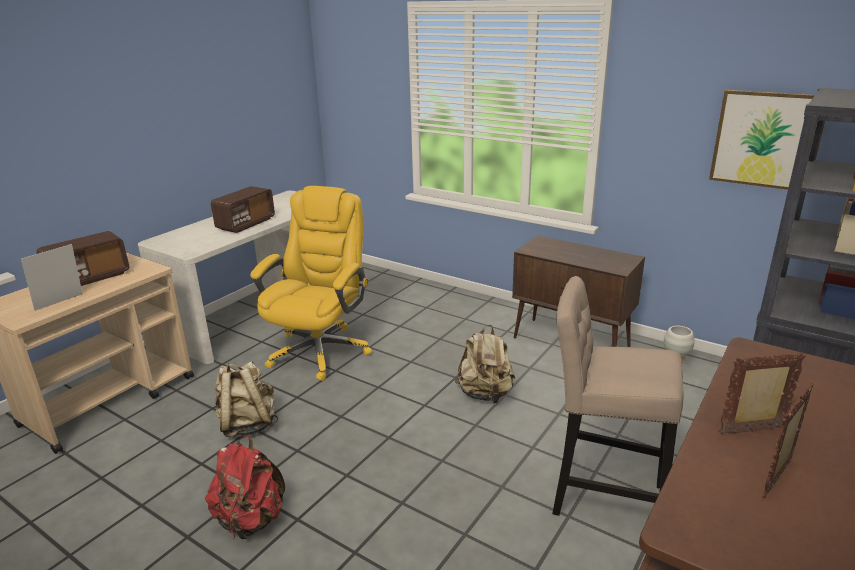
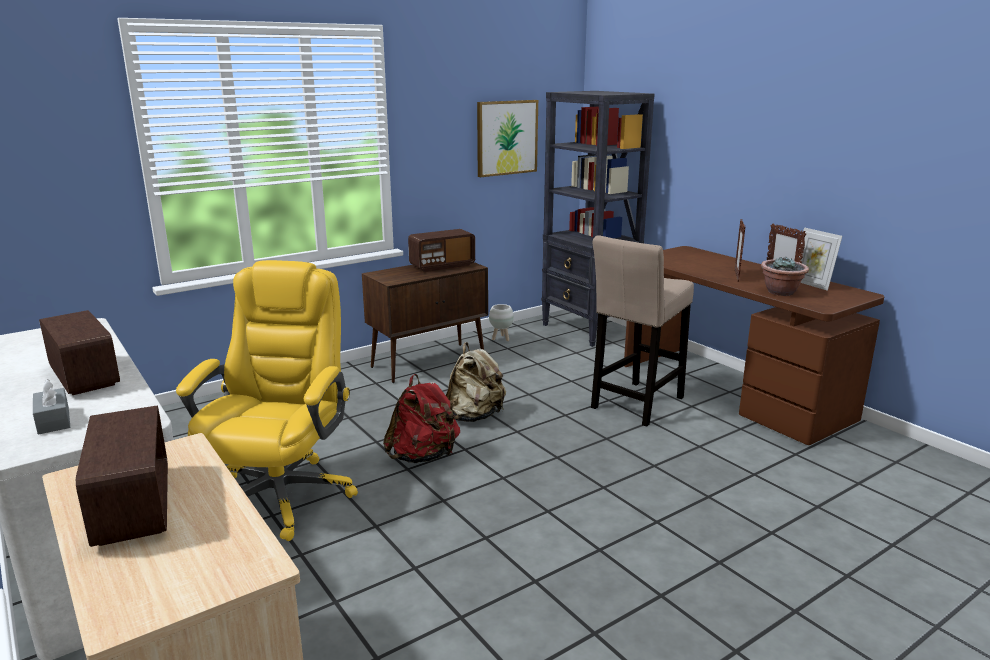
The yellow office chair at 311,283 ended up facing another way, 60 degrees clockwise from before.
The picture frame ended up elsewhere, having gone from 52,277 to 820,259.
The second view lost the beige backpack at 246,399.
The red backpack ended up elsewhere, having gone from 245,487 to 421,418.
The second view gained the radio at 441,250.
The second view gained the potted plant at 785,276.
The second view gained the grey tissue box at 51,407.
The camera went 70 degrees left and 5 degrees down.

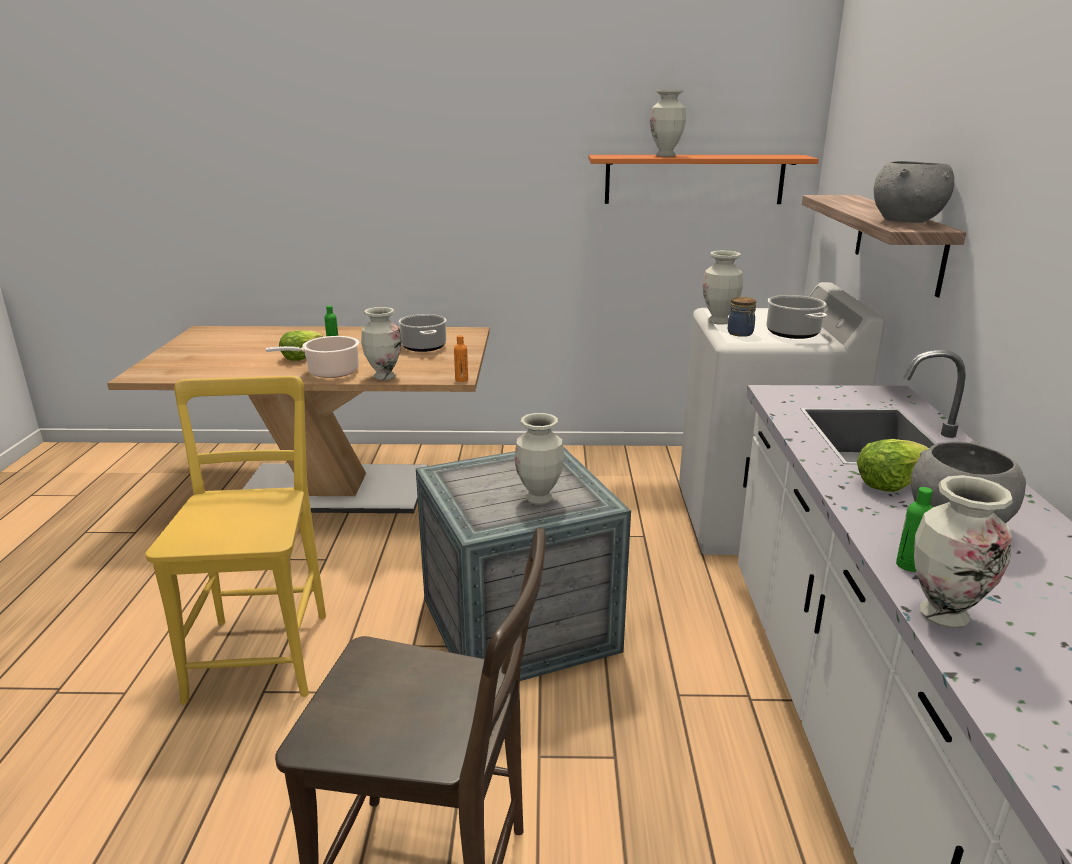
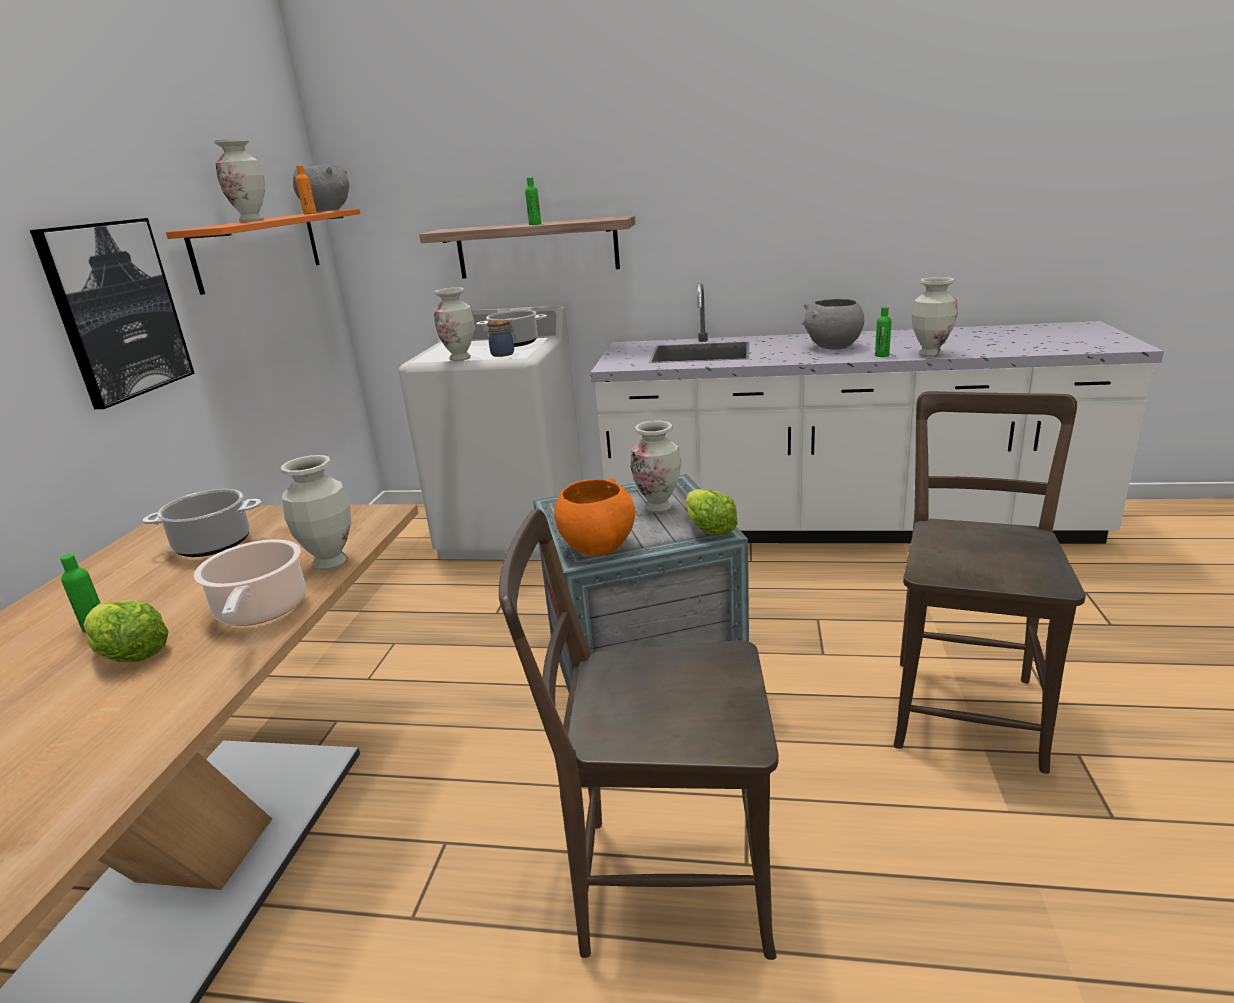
The grey bowl ended up elsewhere, having gone from 914,192 to 321,188.
The orange bottle ended up elsewhere, having gone from 461,358 to 306,189.
What was the yellow chair at 235,540 turned into the brown chair at 638,734.
The lettuce ended up elsewhere, having gone from 893,465 to 712,512.
The second view gained the green bottle at 533,201.
The second view gained the picture at 112,313.
The second view gained the orange bowl at 594,517.
The camera went 80 degrees left and 0 degrees up.

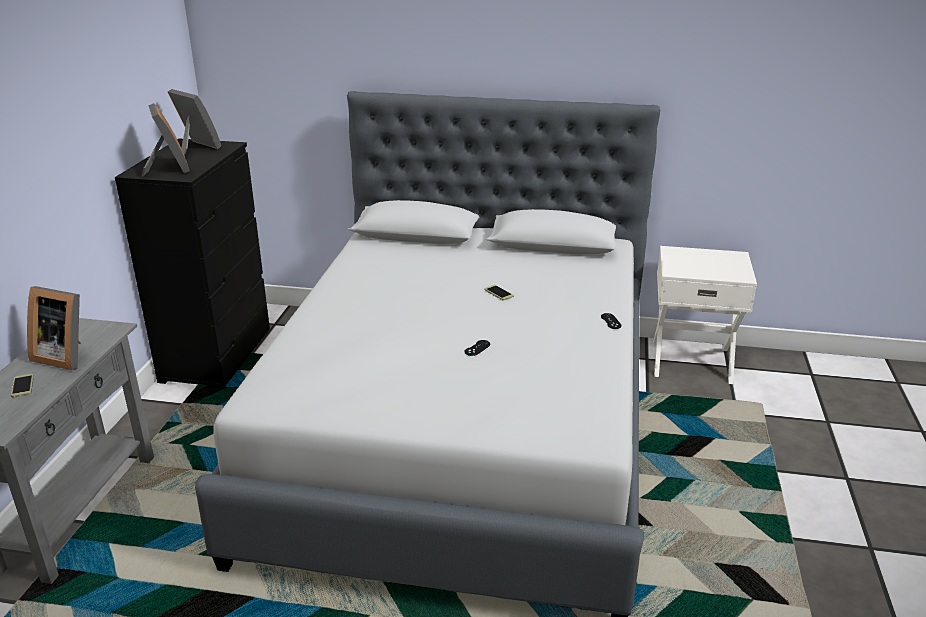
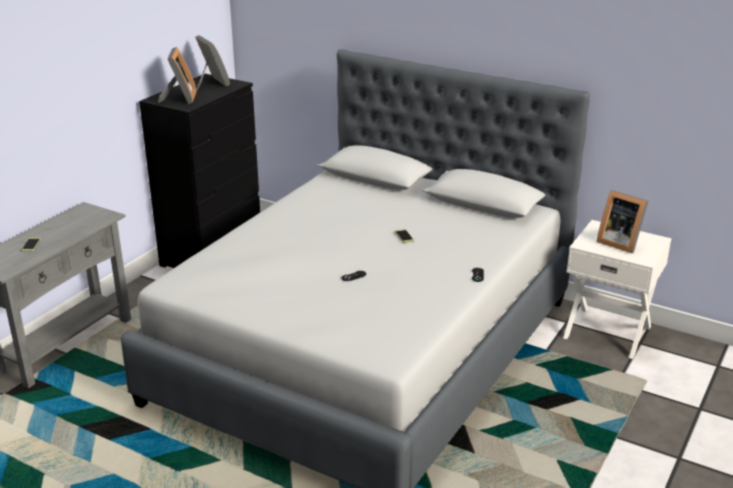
The picture frame ended up elsewhere, having gone from 54,328 to 622,221.
The camera went 20 degrees right and 0 degrees up.

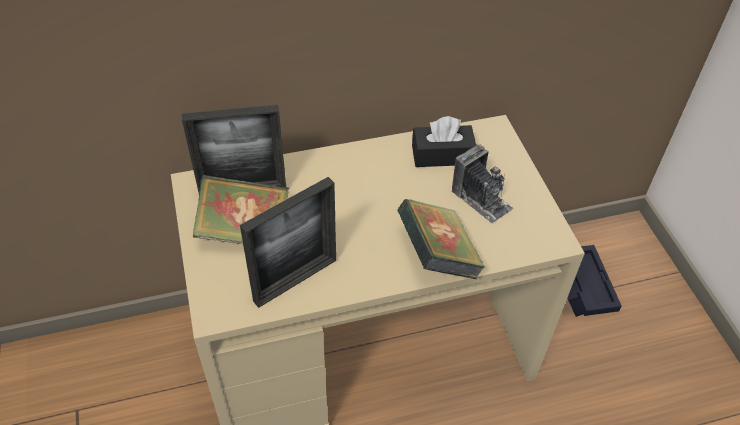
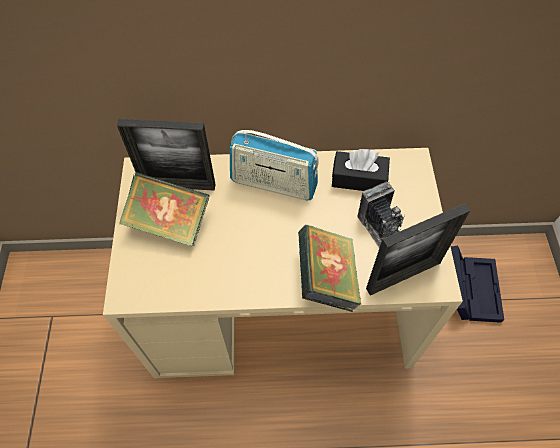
The picture frame ended up elsewhere, having gone from 288,242 to 418,249.
The second view gained the radio at 274,165.
The camera went 15 degrees right and 10 degrees up.

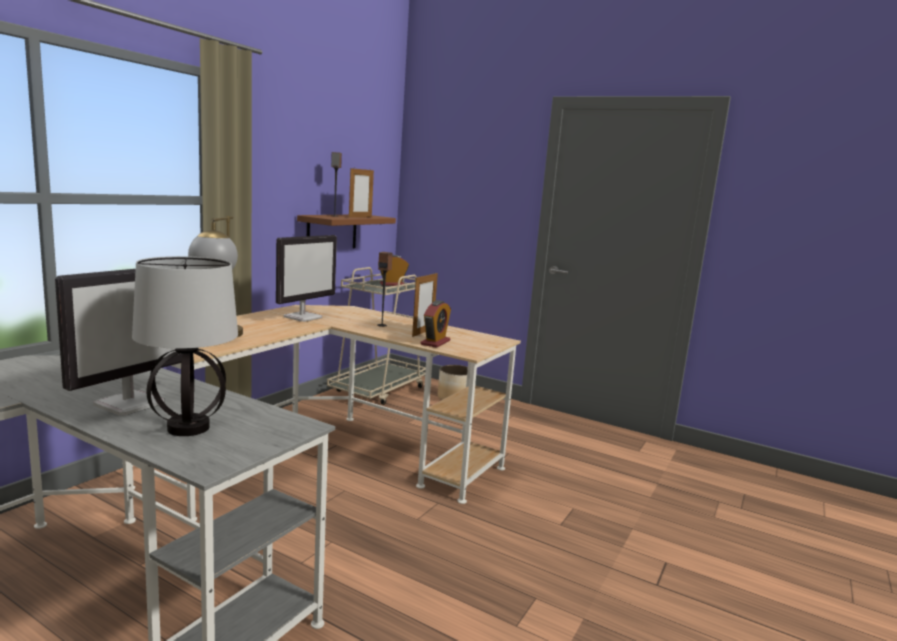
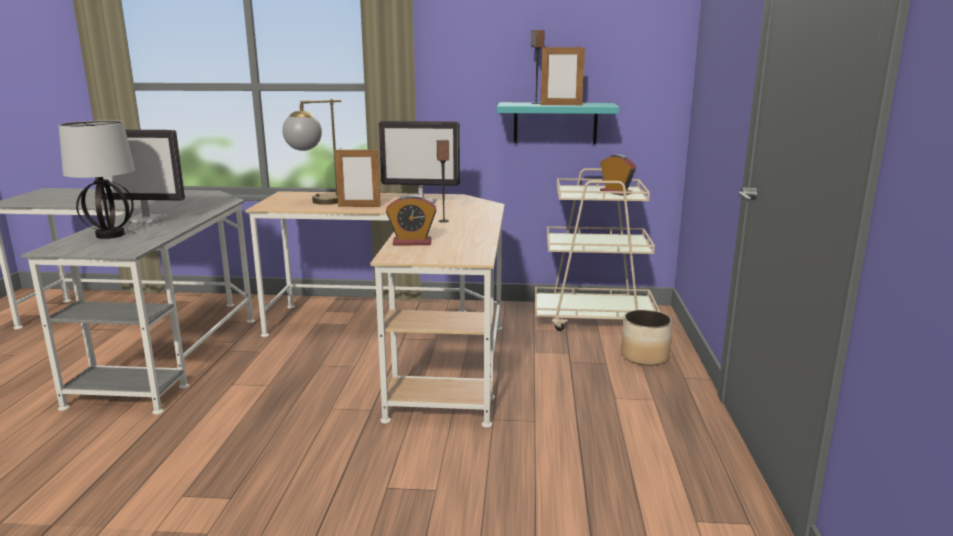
What was the brown shelf at 346,231 turned into the turquoise shelf at 558,123.
The picture frame ended up elsewhere, having gone from 425,304 to 357,177.
The camera went 65 degrees right and 5 degrees up.

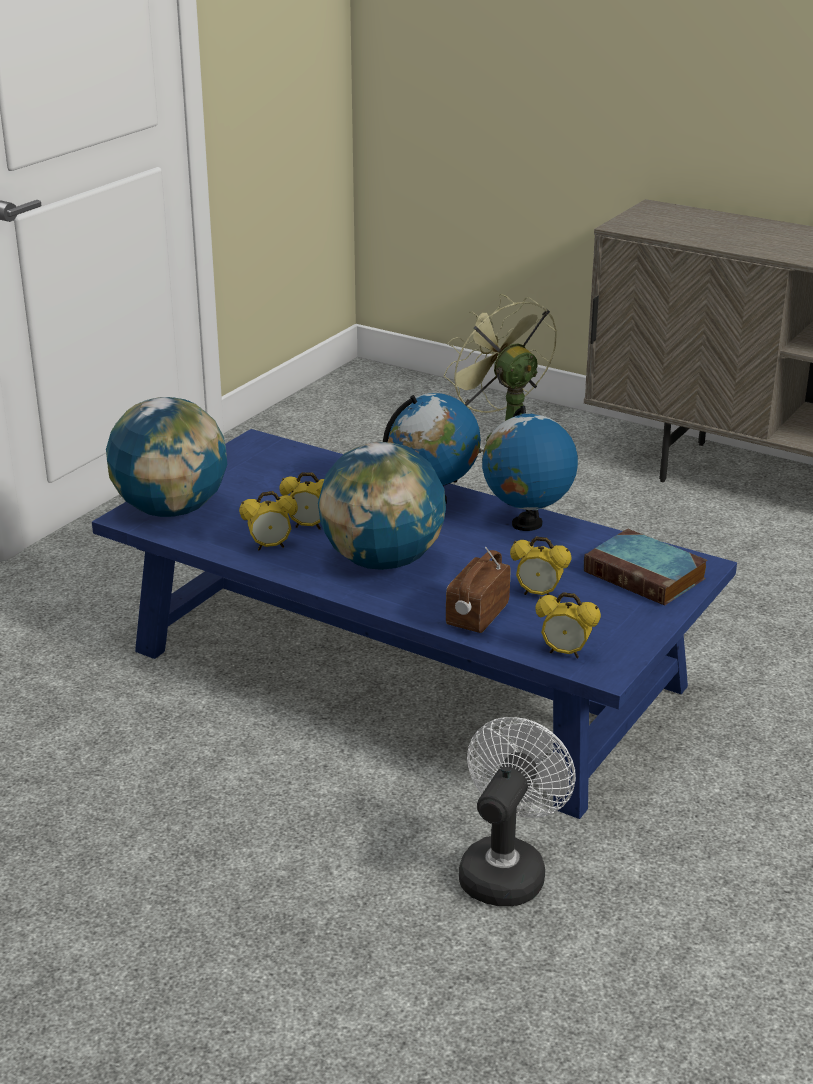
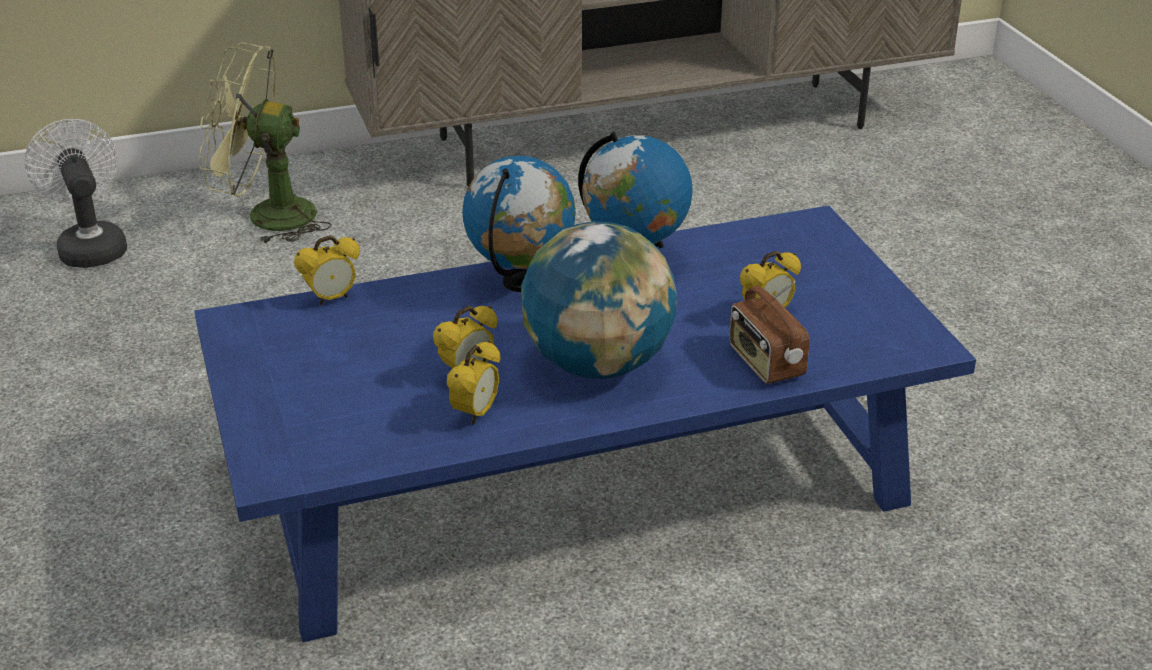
The second view lost the globe at 166,457.
The second view lost the book at 646,567.
The alarm clock ended up elsewhere, having gone from 568,625 to 327,270.
The white fan ended up elsewhere, having gone from 517,811 to 76,193.
The camera went 50 degrees left and 5 degrees up.

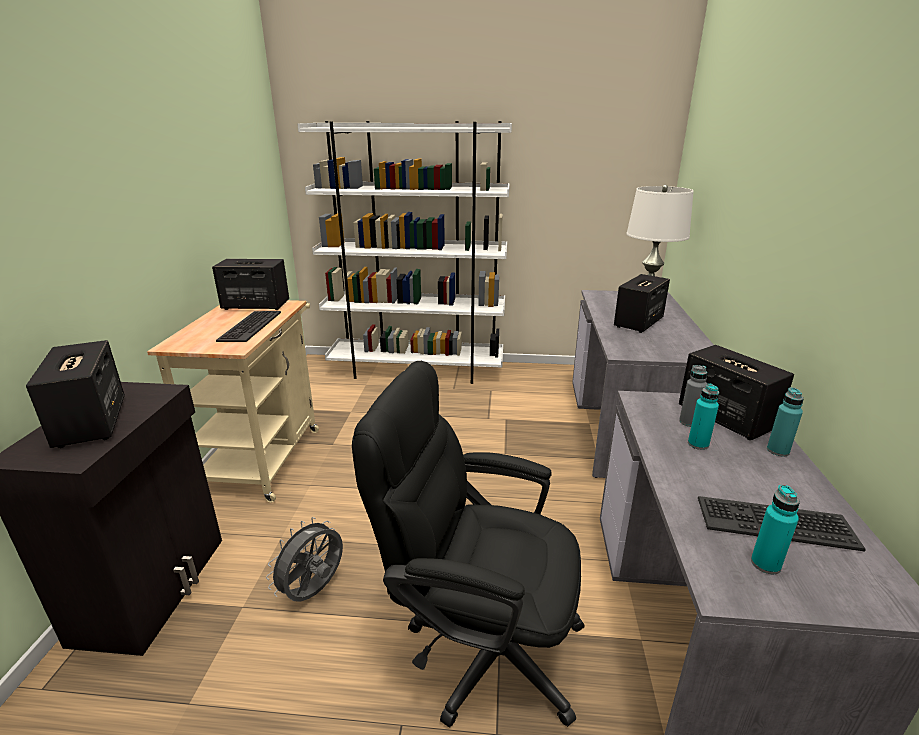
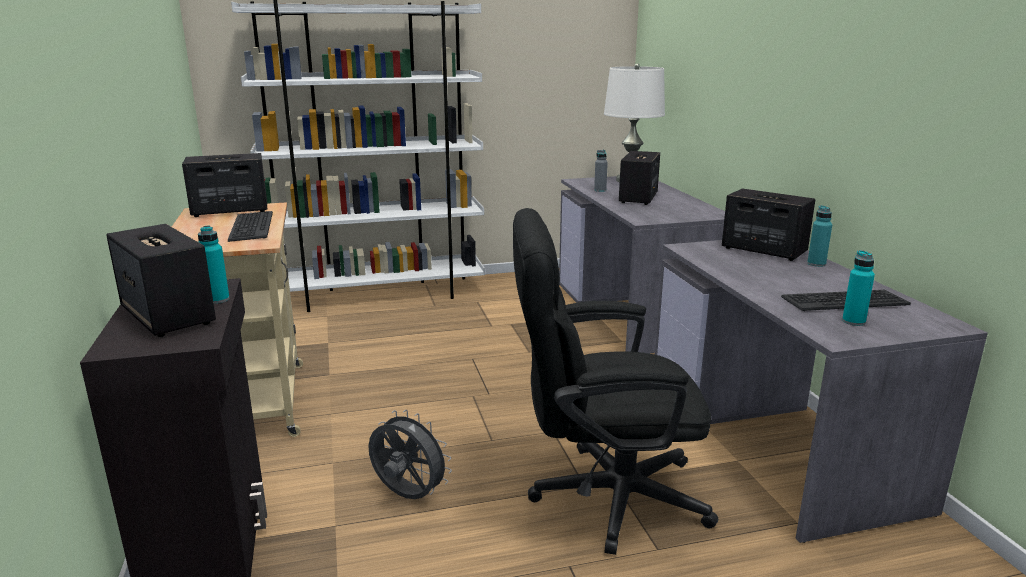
The grey bottle ended up elsewhere, having gone from 693,396 to 601,171.
The turquoise bottle ended up elsewhere, having gone from 703,417 to 214,265.
The grey fan at 304,559 ended up facing another way, 105 degrees clockwise from before.
The camera went 20 degrees left and 5 degrees down.

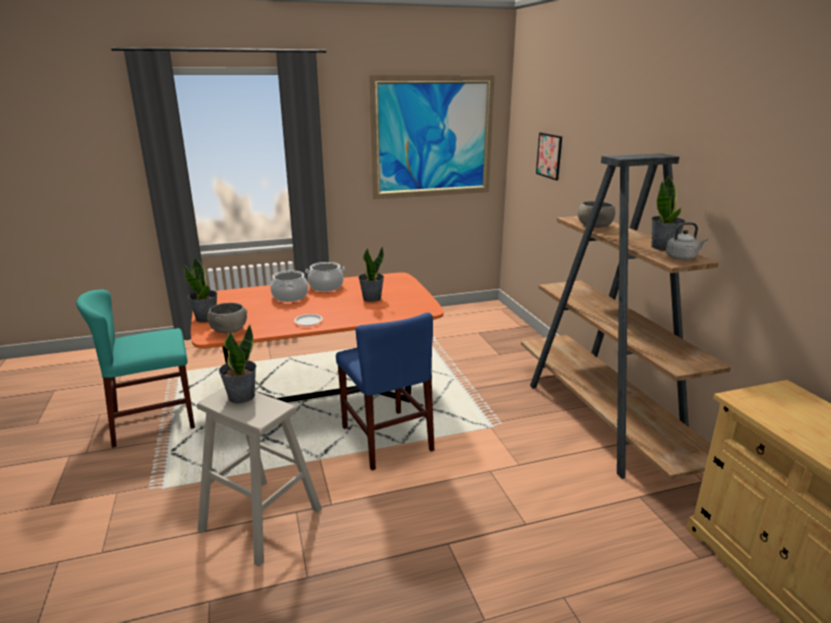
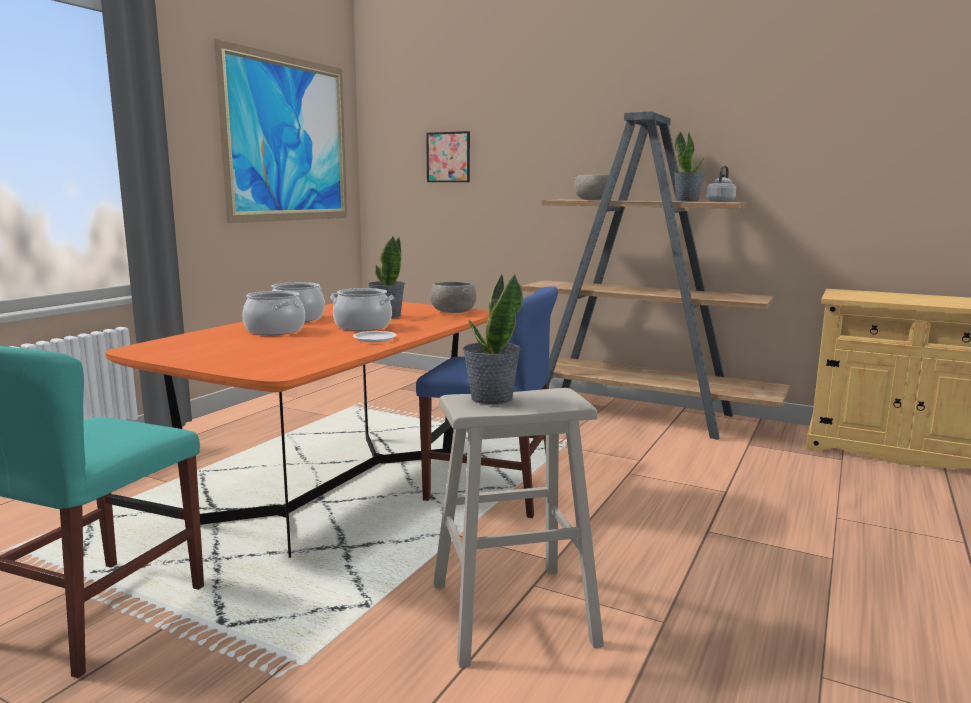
The second view lost the potted plant at 200,290.
The grey bowl ended up elsewhere, having gone from 227,318 to 453,297.
The second view gained the cooking pot at 362,309.
The camera went 45 degrees left and 10 degrees down.

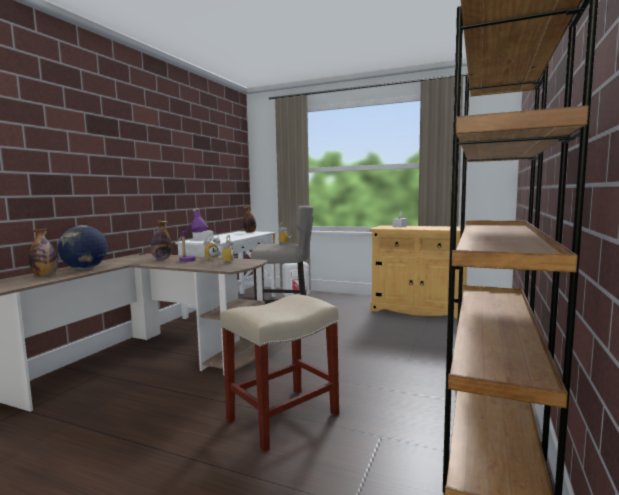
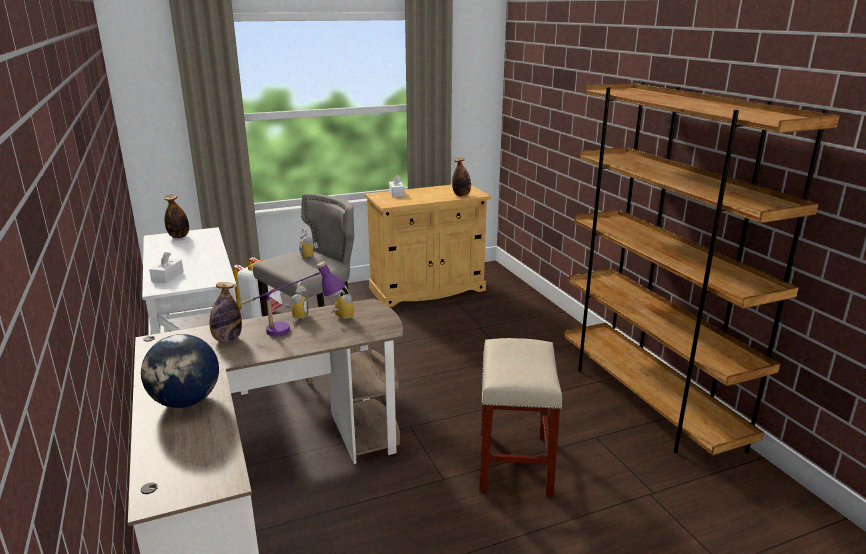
The bottle ended up elsewhere, having gone from 43,252 to 461,177.
The camera went 45 degrees left and 15 degrees up.

